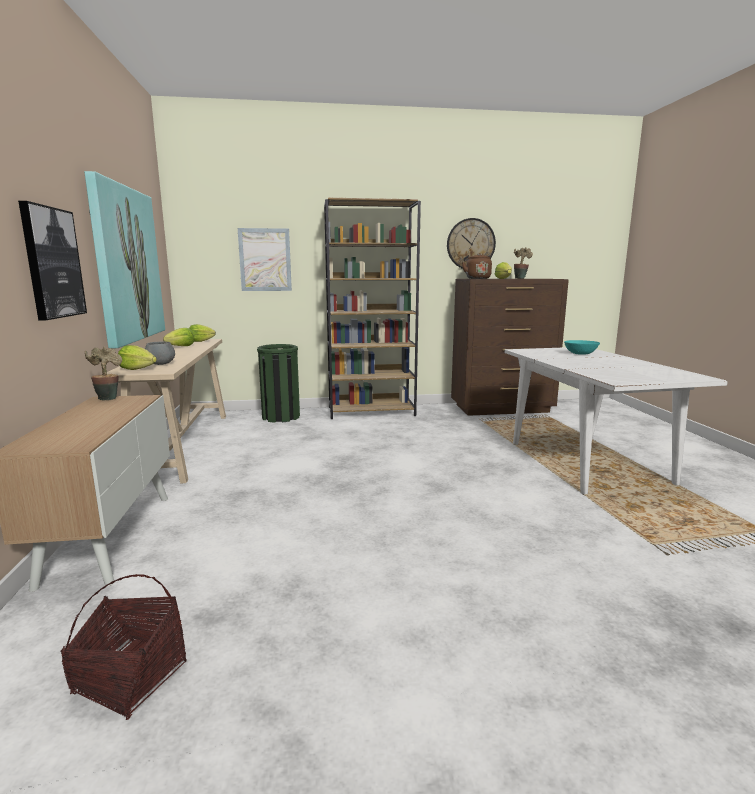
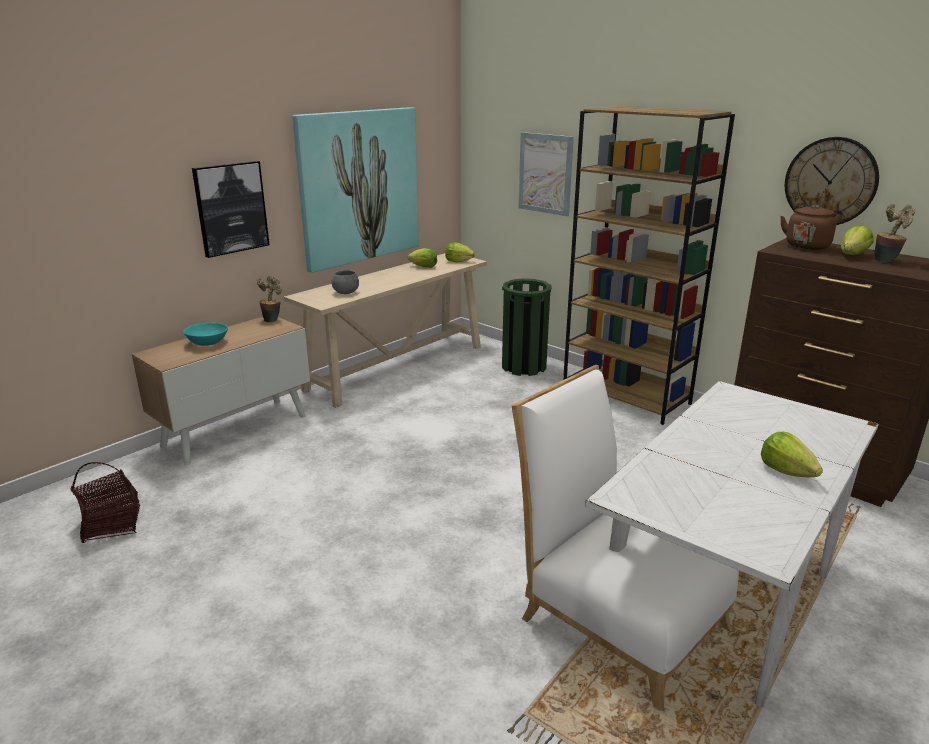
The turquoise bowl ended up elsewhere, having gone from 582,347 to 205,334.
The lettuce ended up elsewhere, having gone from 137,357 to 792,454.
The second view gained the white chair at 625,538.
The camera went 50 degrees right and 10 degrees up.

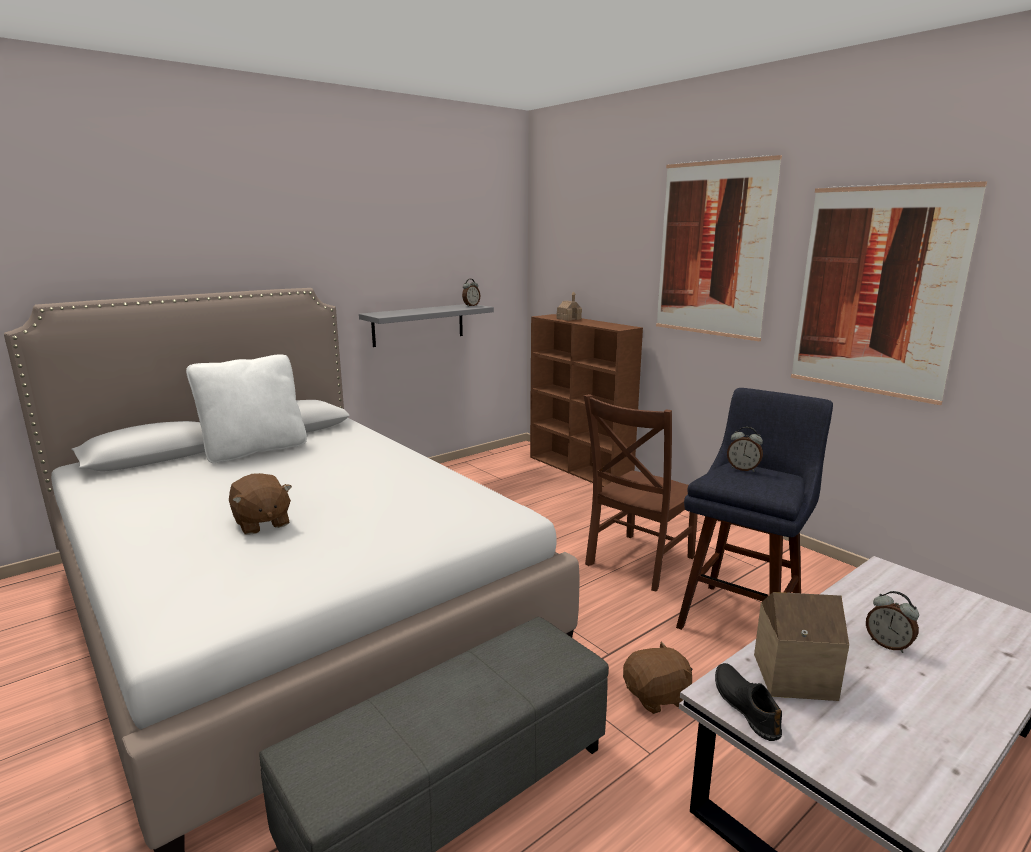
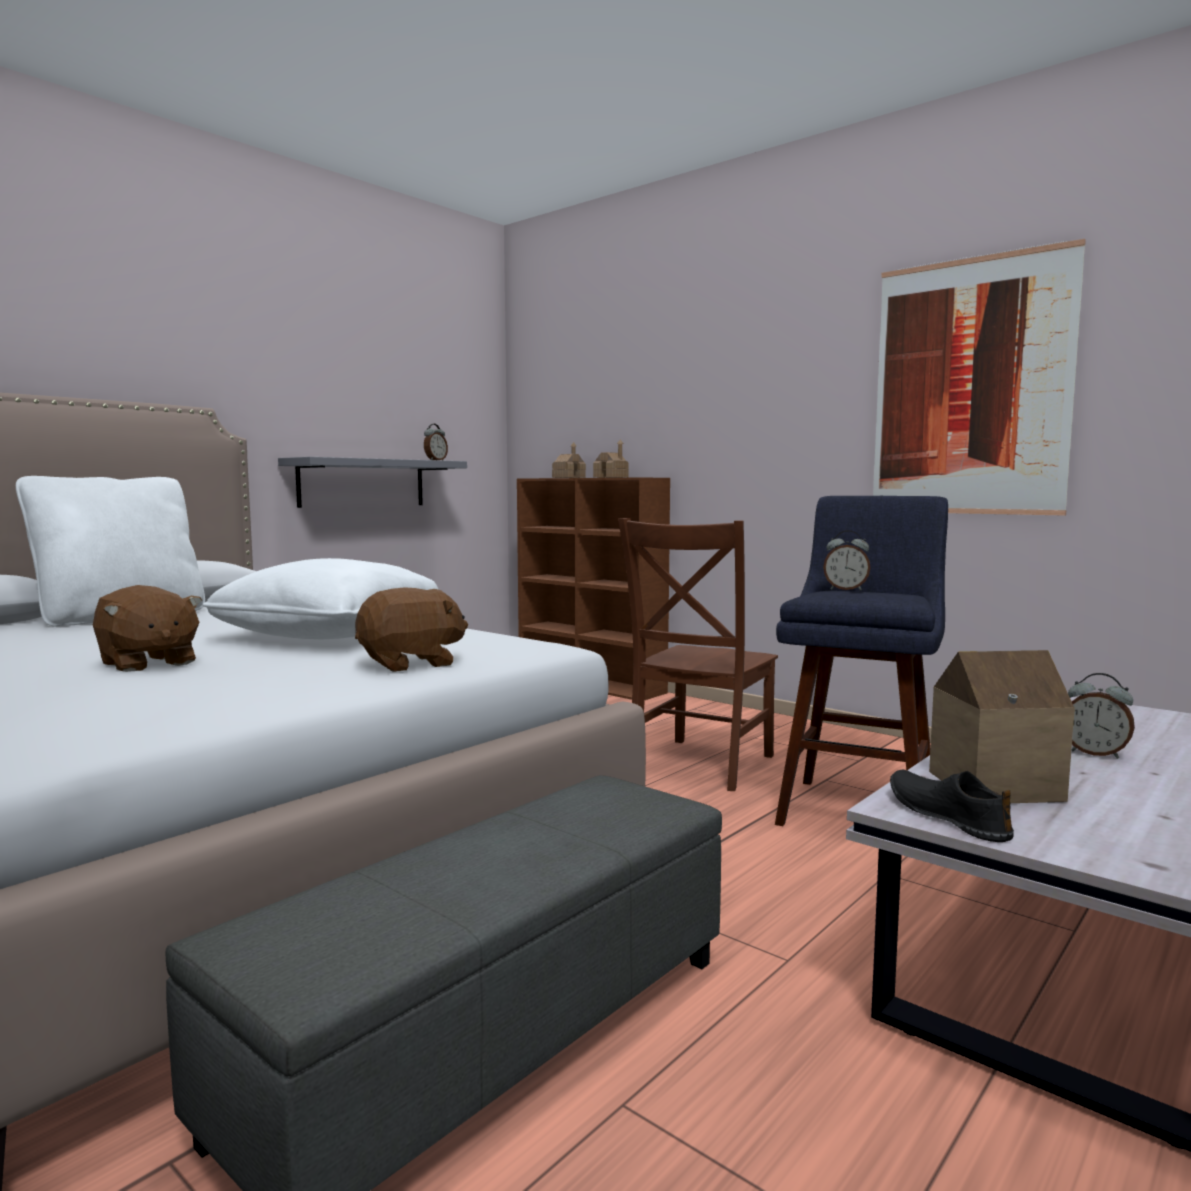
The second view lost the picture at 719,248.
The brown plush toy ended up elsewhere, having gone from 657,677 to 411,629.
The second view gained the toy house at 611,458.
The second view gained the white pillow at 321,598.
The camera went 10 degrees left and 10 degrees down.

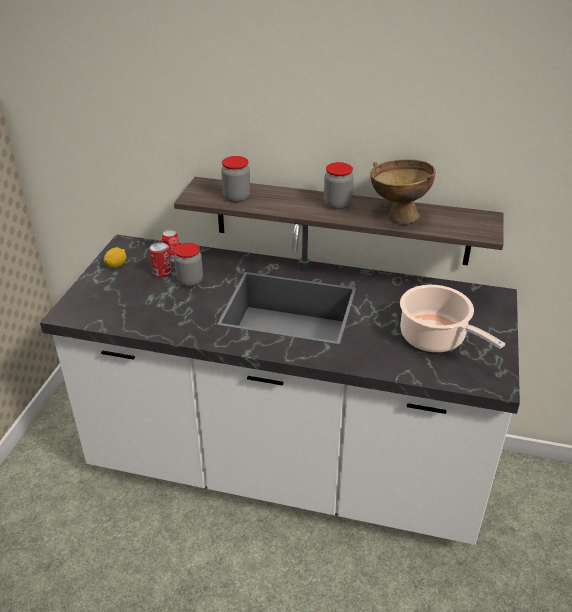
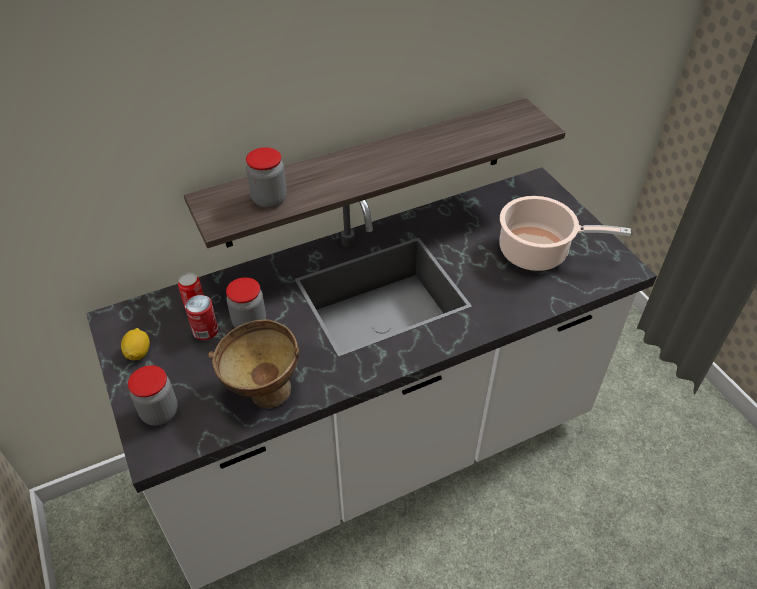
The brown bowl ended up elsewhere, having gone from 402,192 to 253,363.
The jar ended up elsewhere, having gone from 338,186 to 153,395.
The camera went 40 degrees left and 10 degrees up.

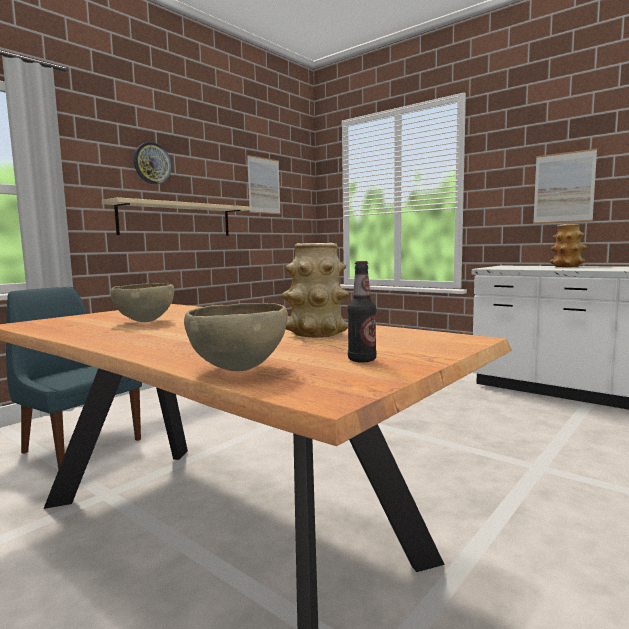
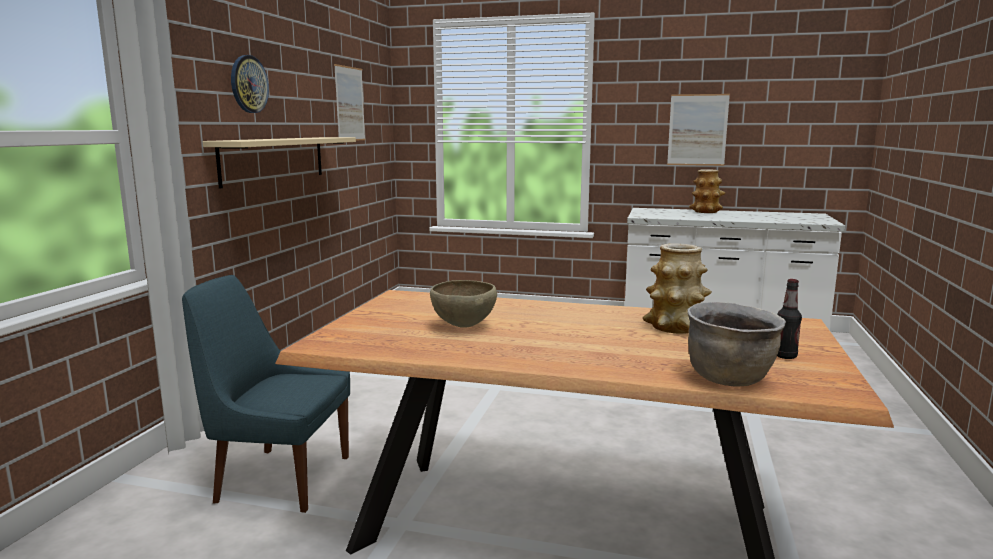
Where the brown bowl stood at 236,337, the brown cooking pot came to stand at 736,344.
The camera went 25 degrees left and 5 degrees up.

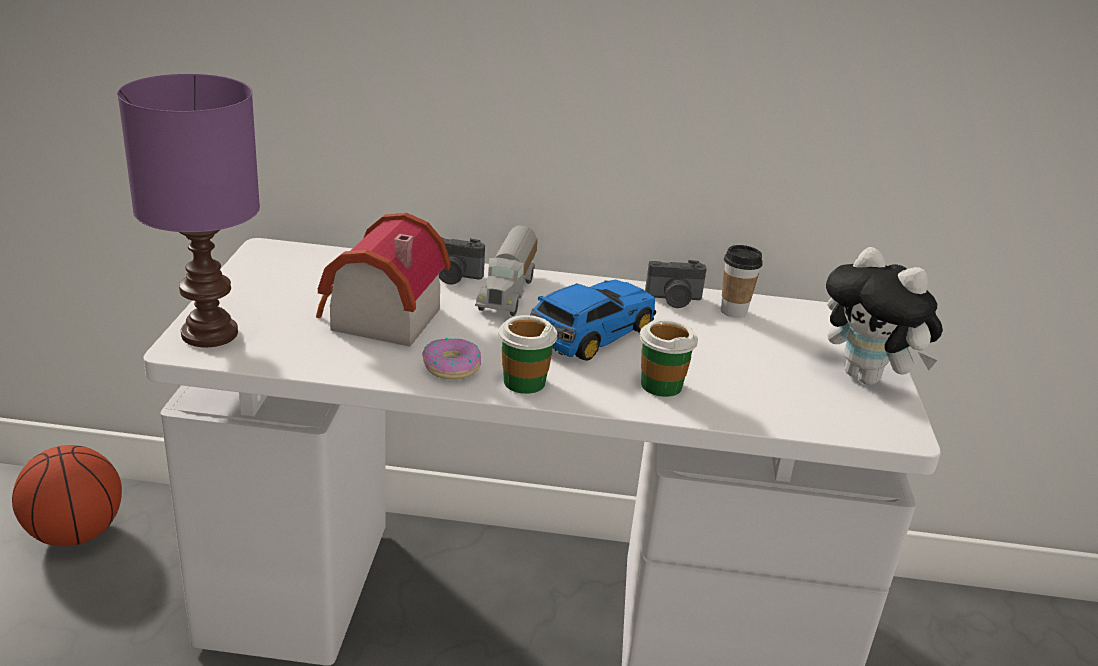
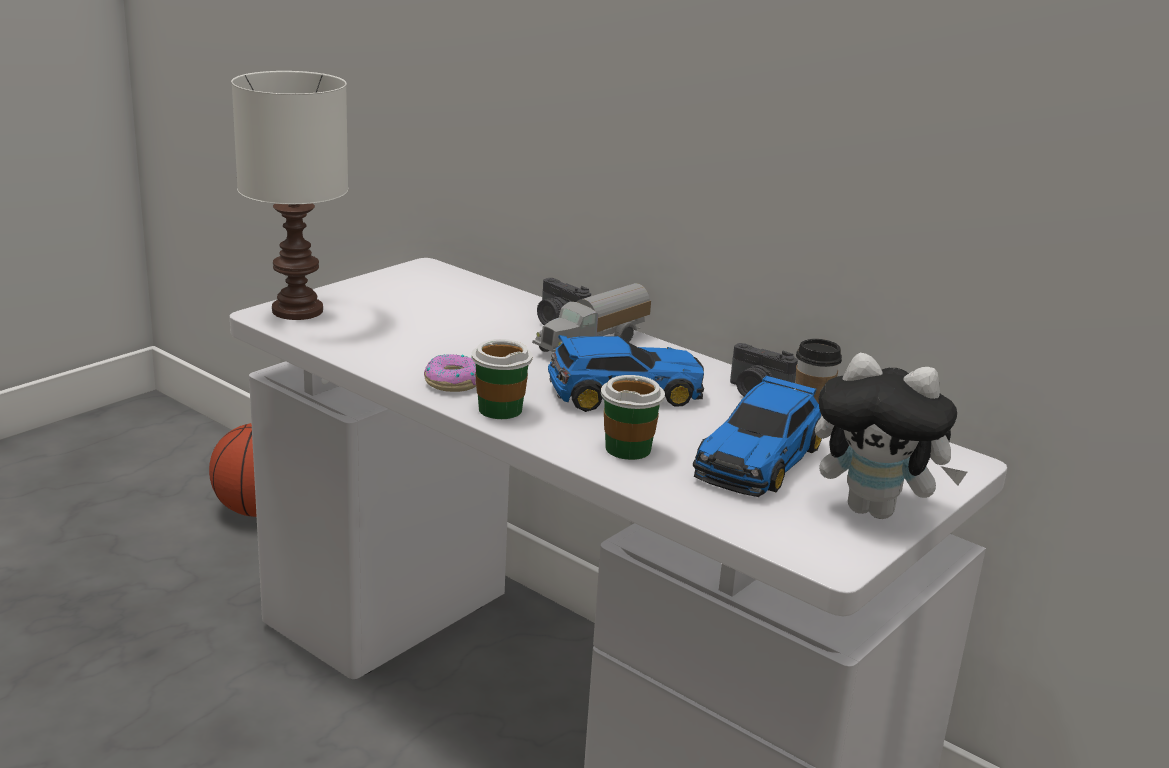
What was the purple table lamp at 188,210 turned into the white table lamp at 289,195.
The second view lost the toy house at 383,280.
The plush toy at 884,316 ended up facing another way, 60 degrees counterclockwise from before.
The second view gained the toy car at 757,436.
The camera went 35 degrees right and 5 degrees down.

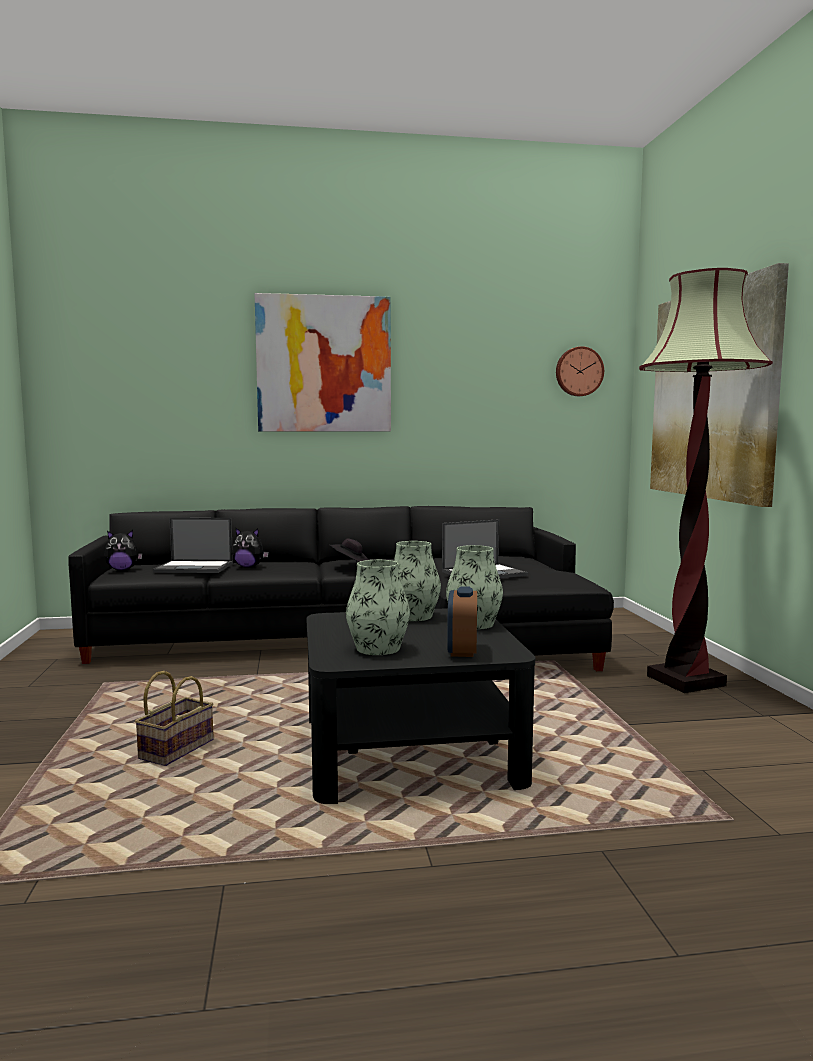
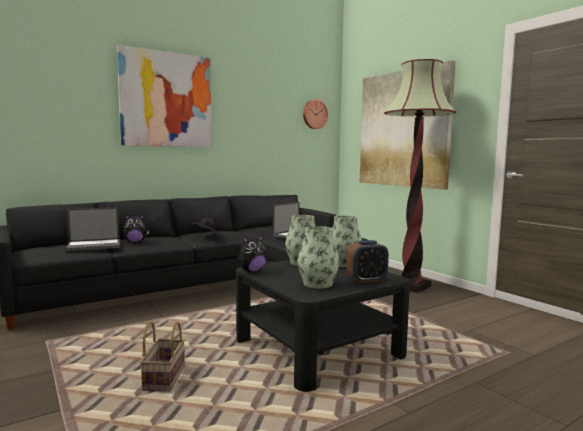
The plush toy ended up elsewhere, having gone from 123,550 to 251,253.
The alarm clock at 462,621 ended up facing another way, 90 degrees counterclockwise from before.
The camera went 25 degrees left and 0 degrees up.

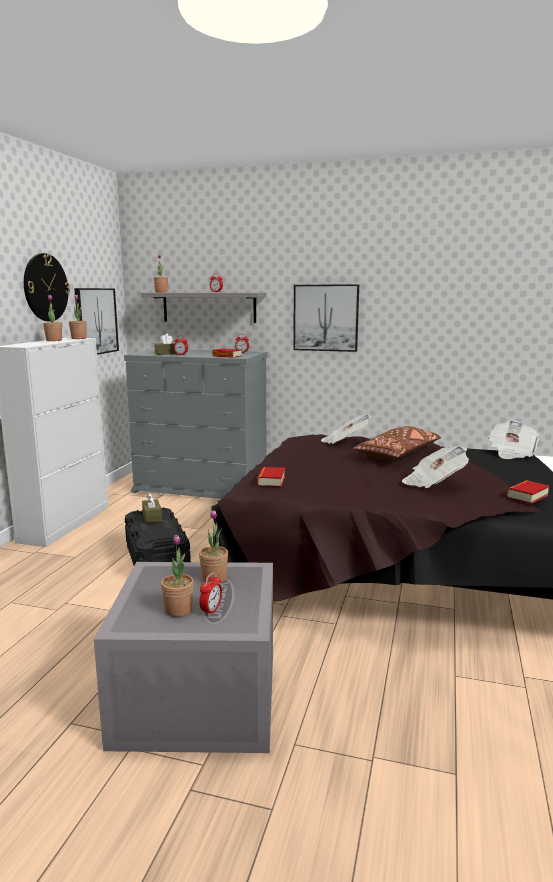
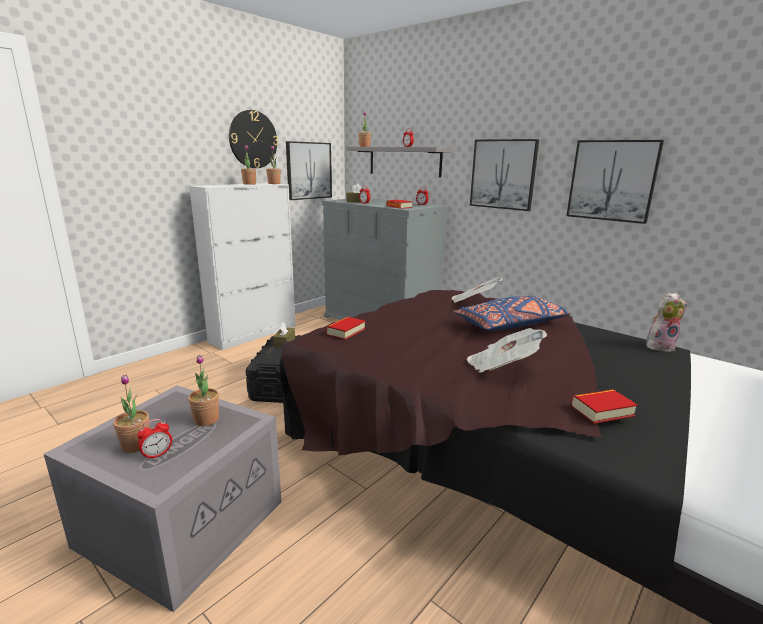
Where the newspaper stood at 514,439, the plush toy came to stand at 666,322.
What was the brown pillow at 397,443 turned into the blue pillow at 512,313.
The second view gained the picture at 615,182.
The camera went 25 degrees right and 5 degrees up.

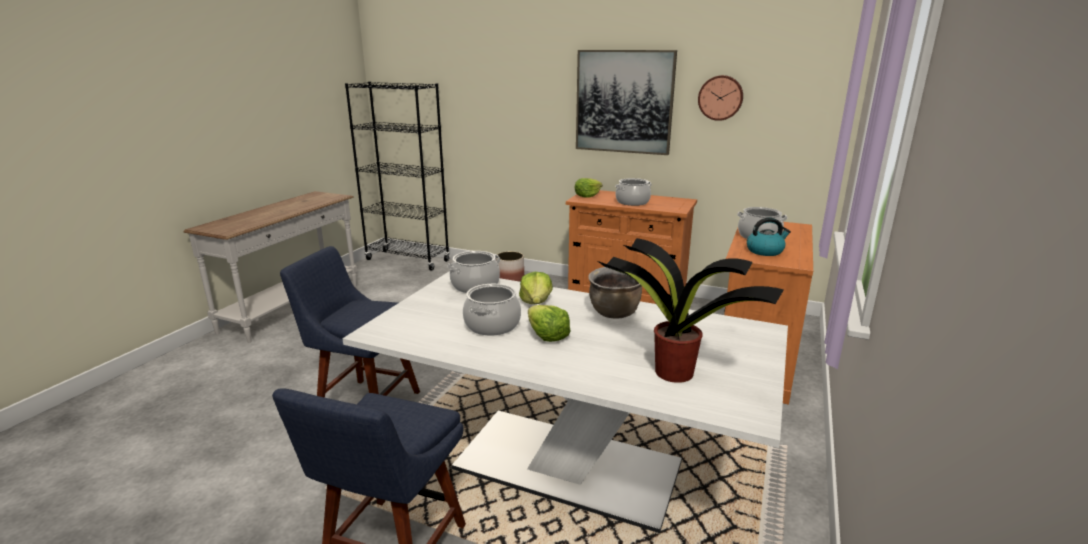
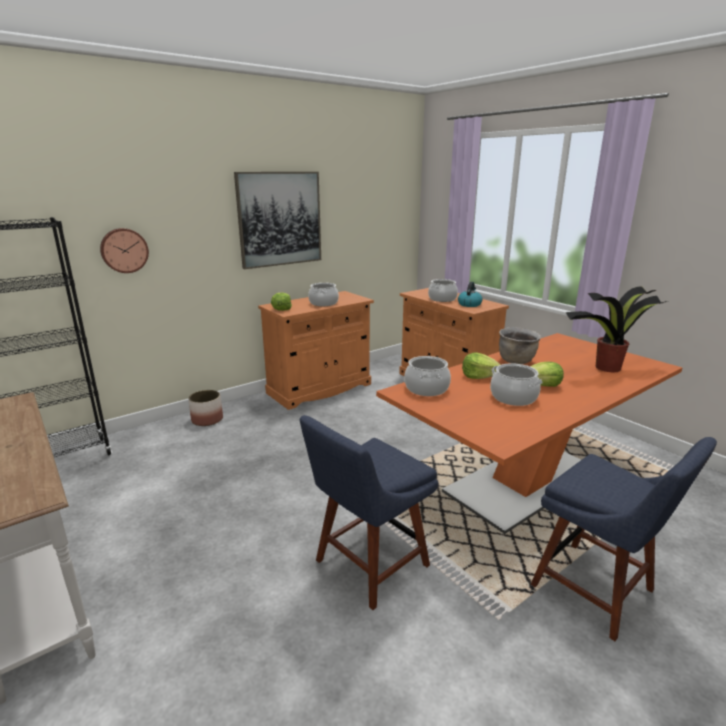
The wall clock ended up elsewhere, having gone from 720,98 to 124,250.
What was the white dining table at 565,402 turned into the orange dining table at 529,433.
The camera went 60 degrees left and 0 degrees up.

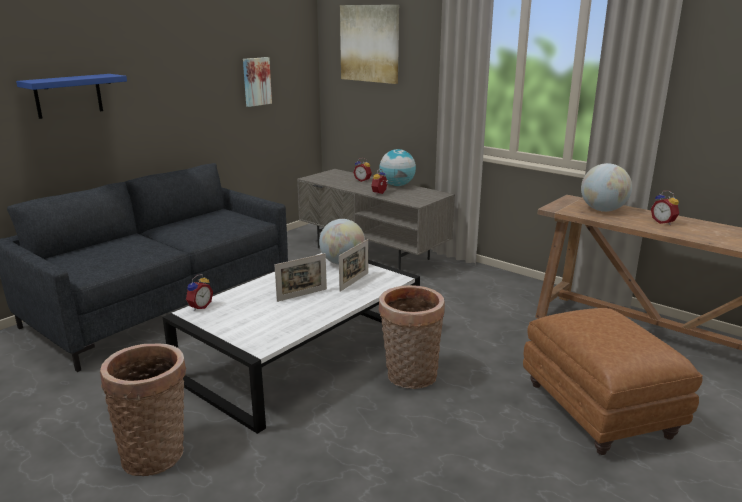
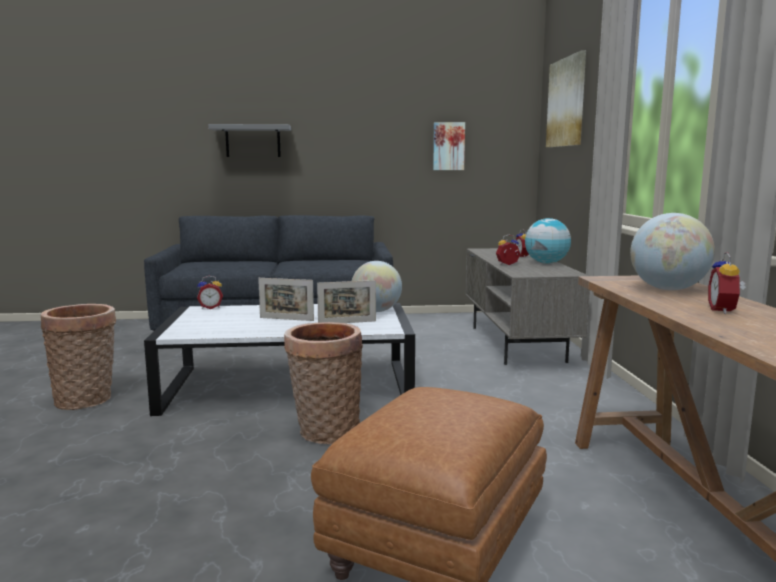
What was the blue shelf at 71,96 turned into the grey shelf at 249,140.
The camera went 45 degrees right and 10 degrees down.

